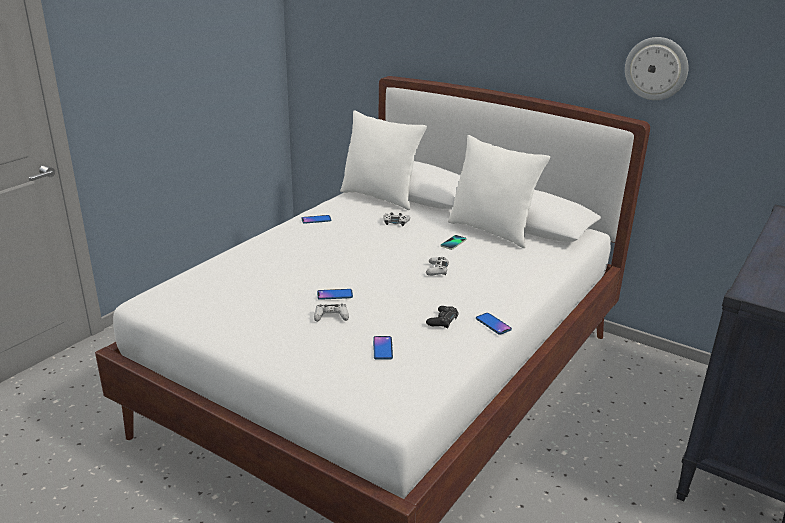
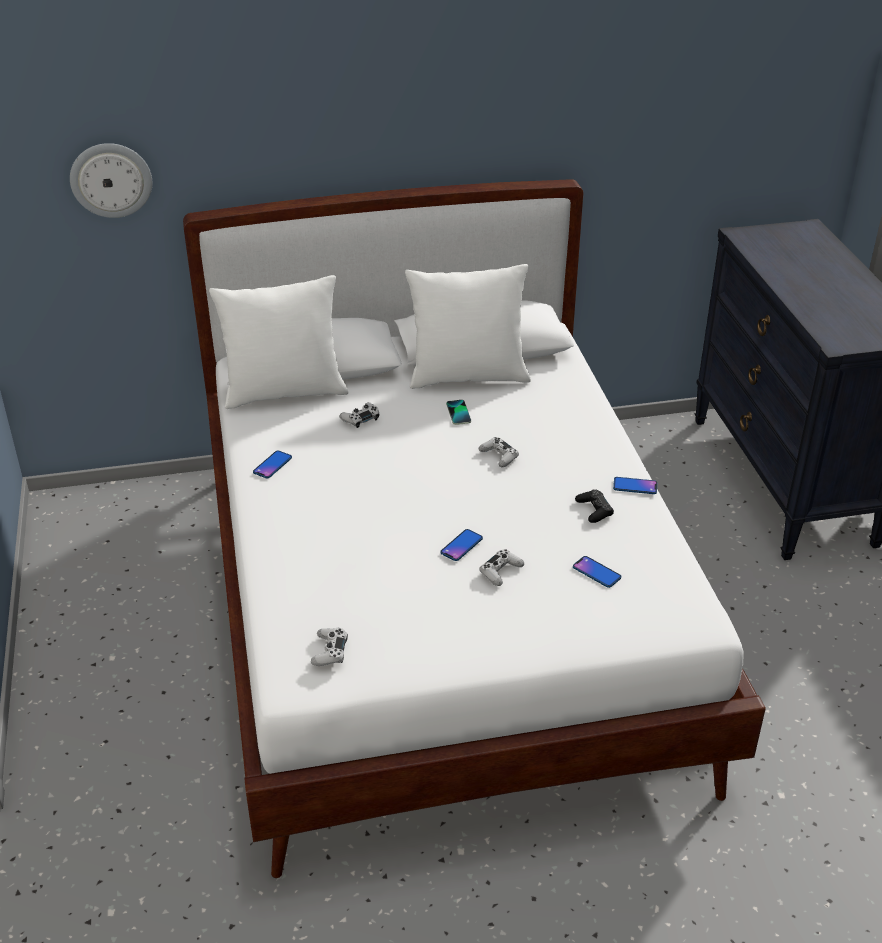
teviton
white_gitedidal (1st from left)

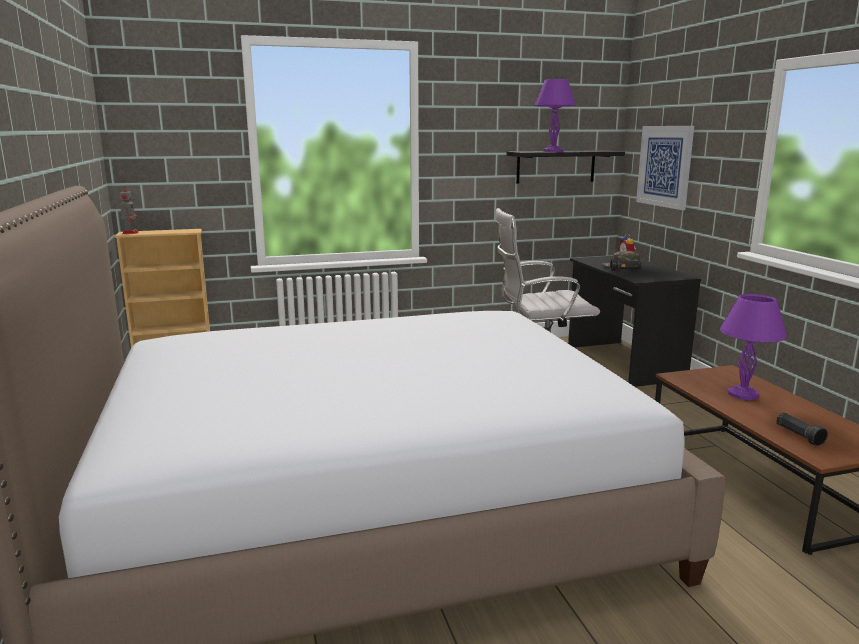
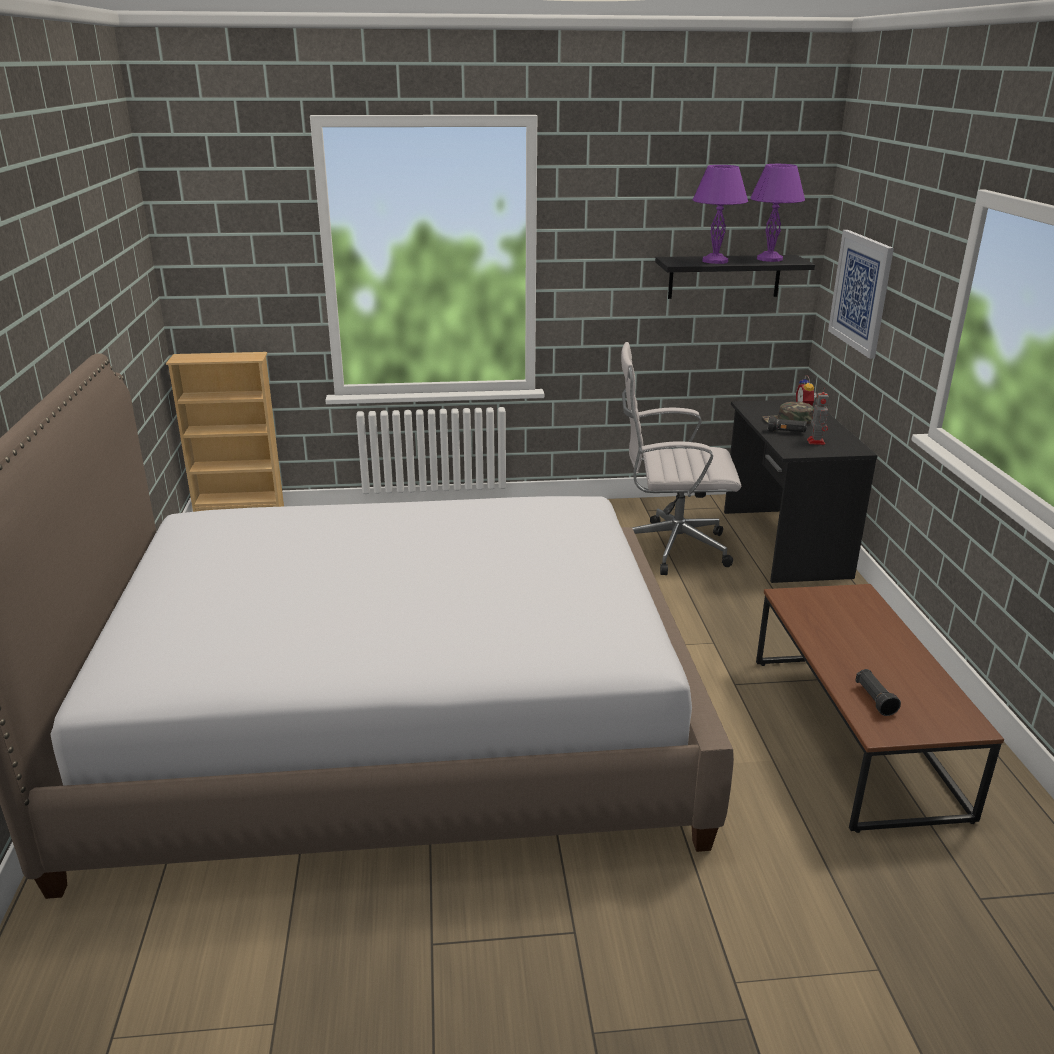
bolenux
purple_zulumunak (2nd from left)

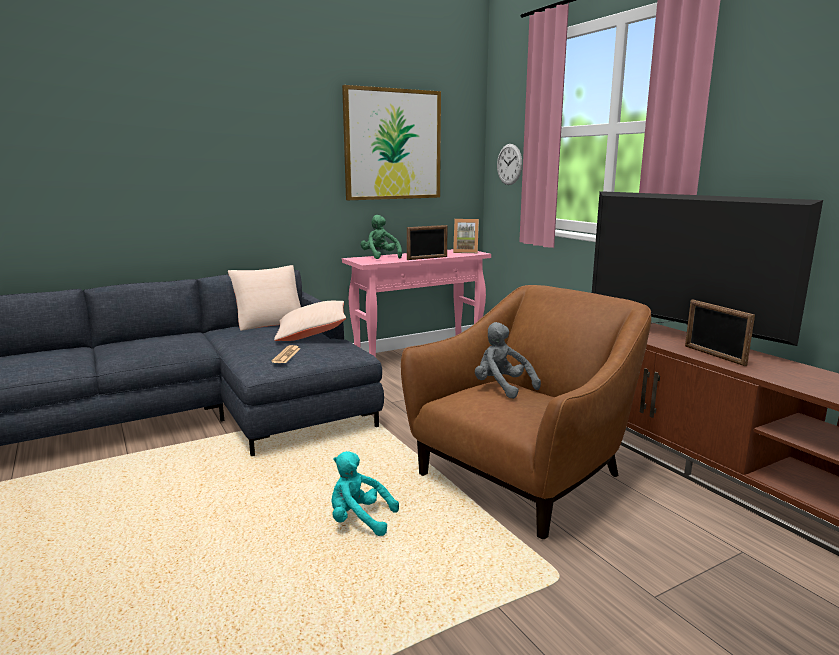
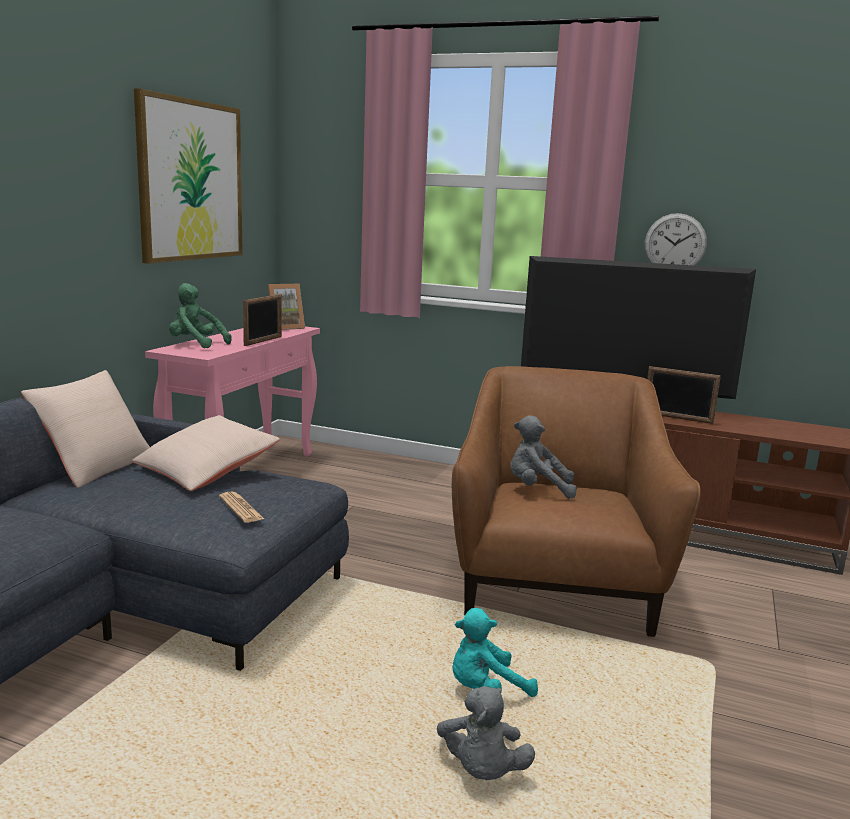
teviton
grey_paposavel (1st from left)

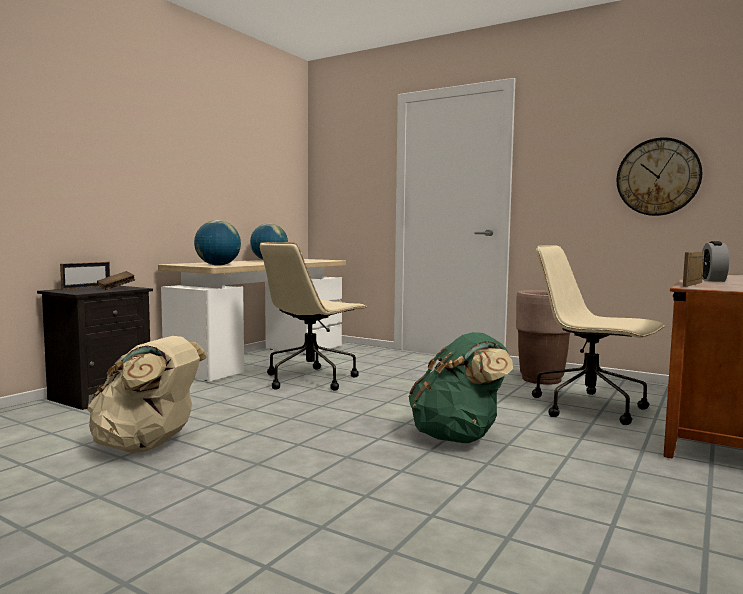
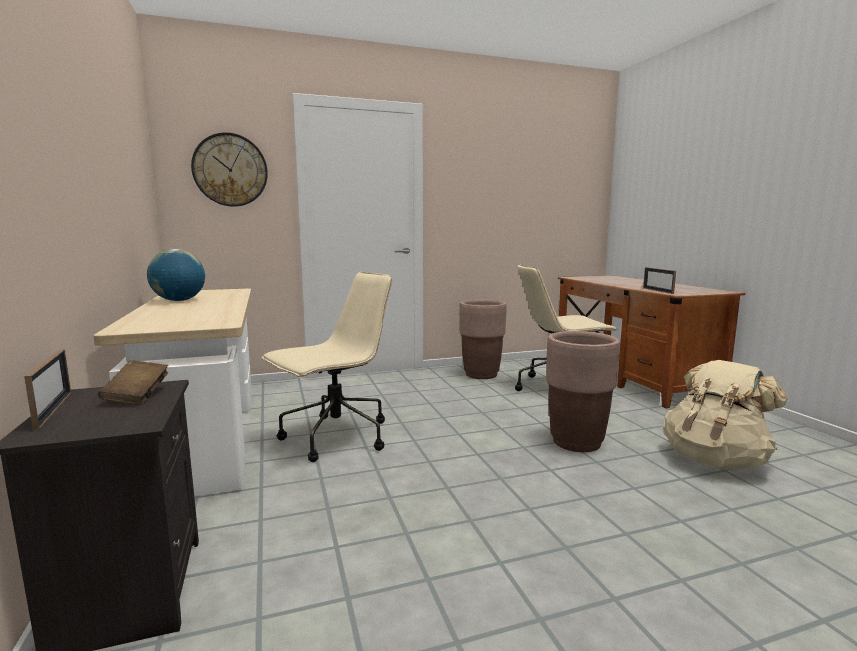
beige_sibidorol
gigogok (1st from left in the first image)
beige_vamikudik (1st from left)
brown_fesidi (2nd from left)
teviton
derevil

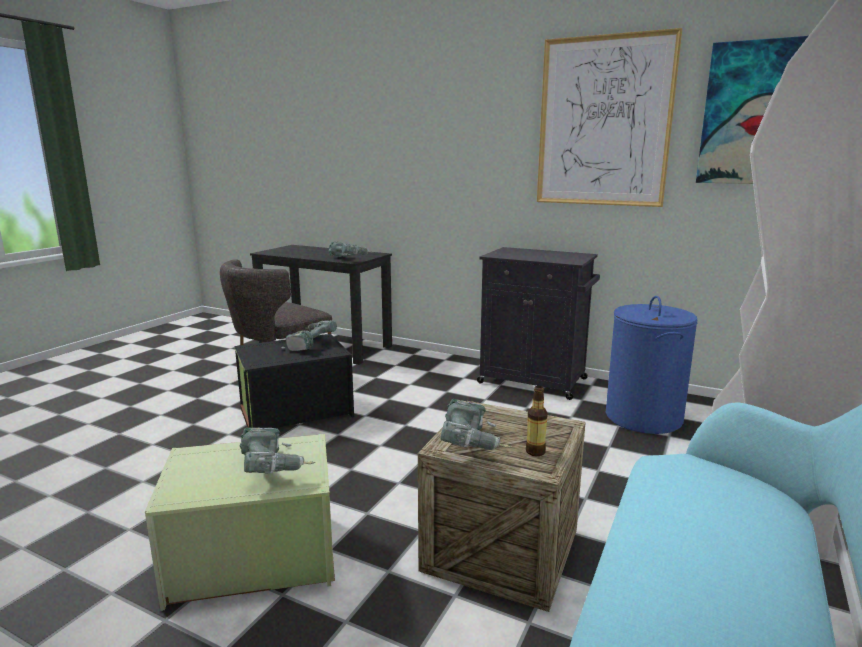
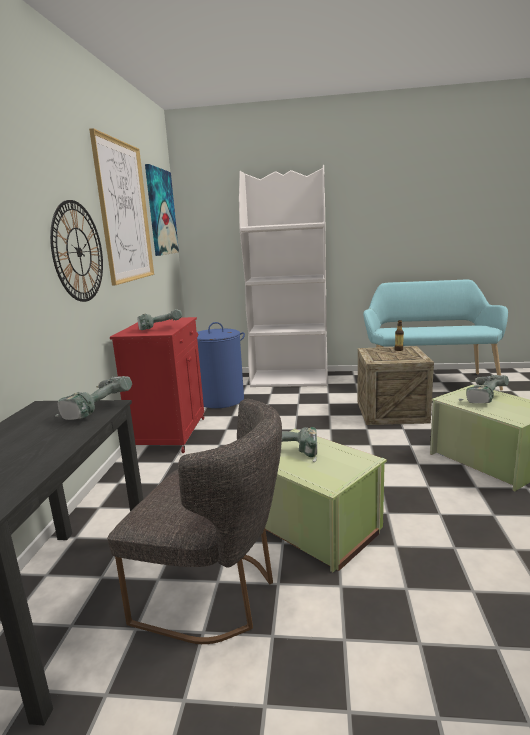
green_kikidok (1st from left)
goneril (2nd from left)
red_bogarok
teviton

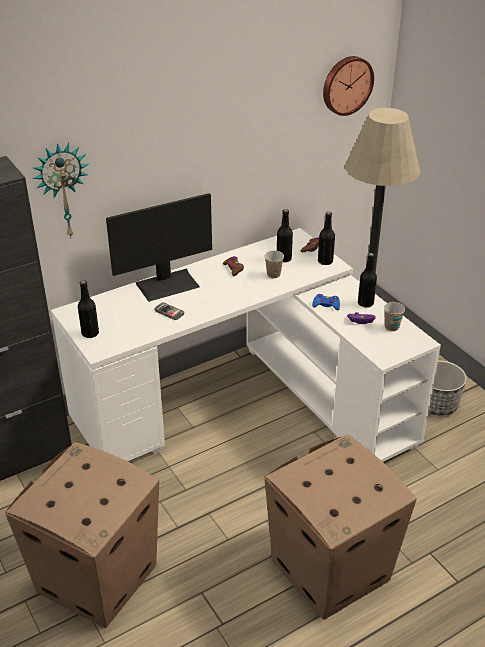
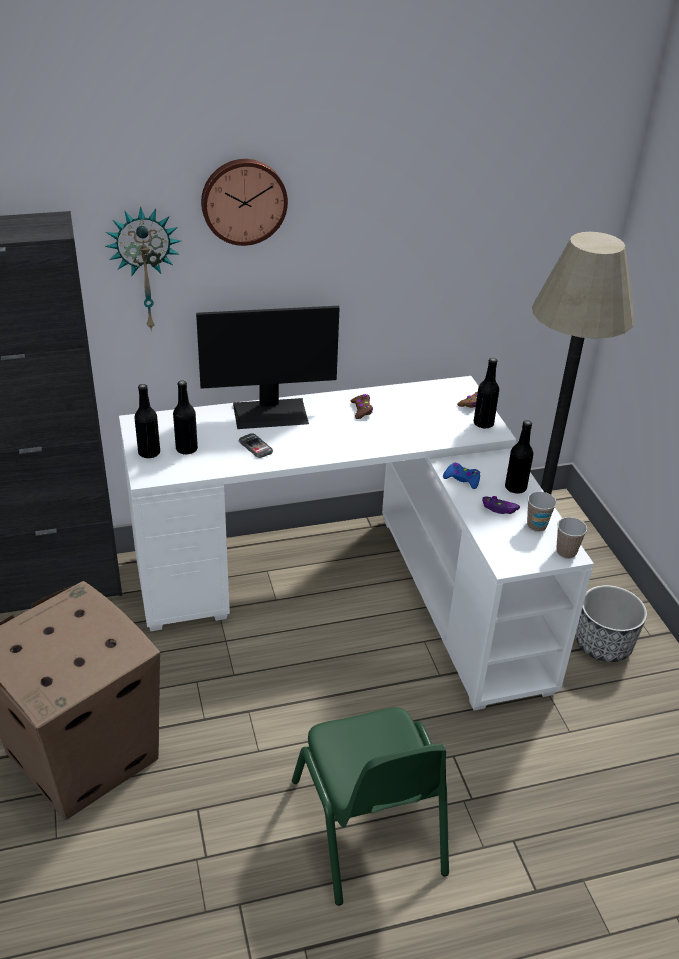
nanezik (2nd from left)
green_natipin
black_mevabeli (2nd from left)
teviton (2nd from left)

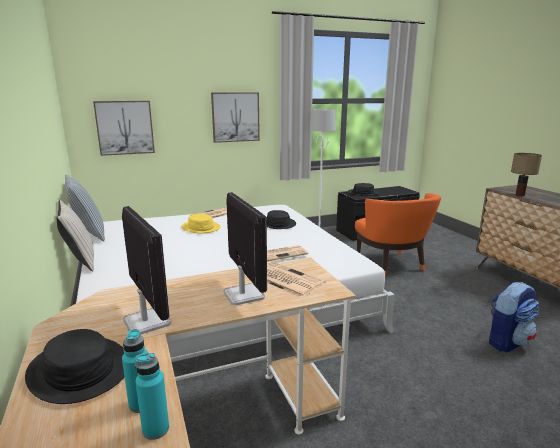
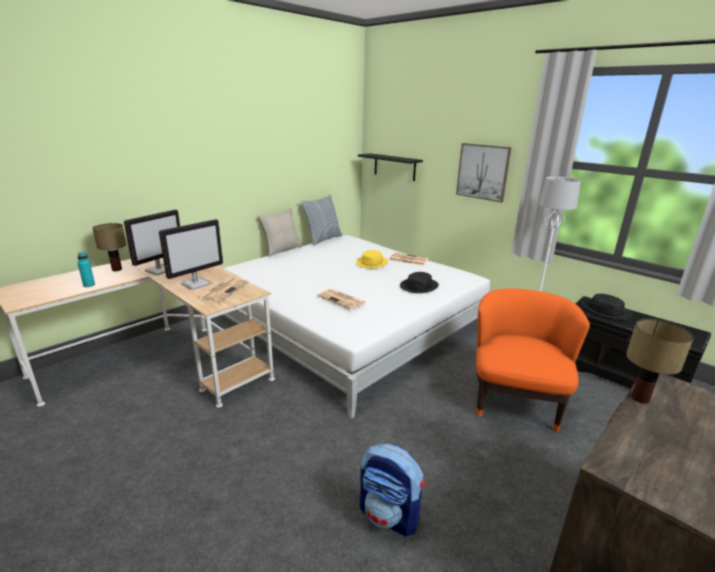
zulumunak (1st from left)
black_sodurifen
turquoise_mevabeli (2nd from left in the first image)
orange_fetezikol

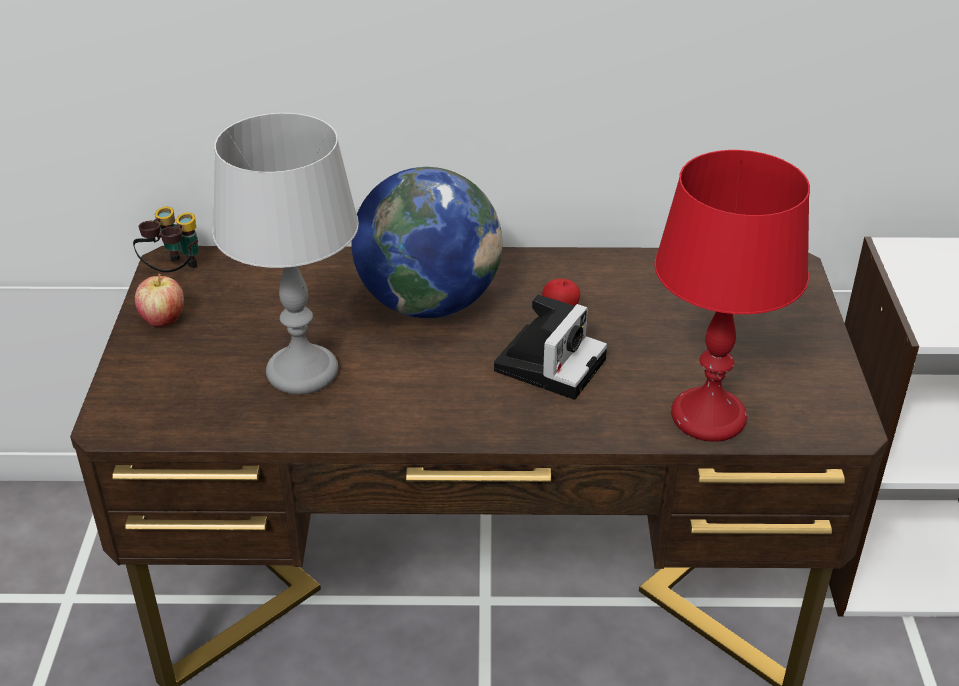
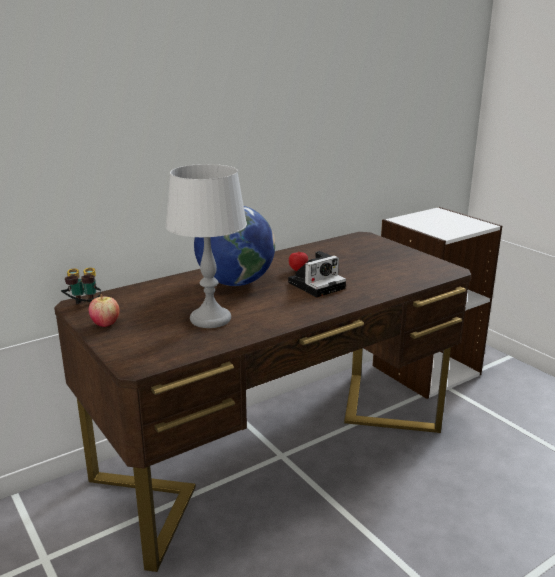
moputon
red_zulumunak

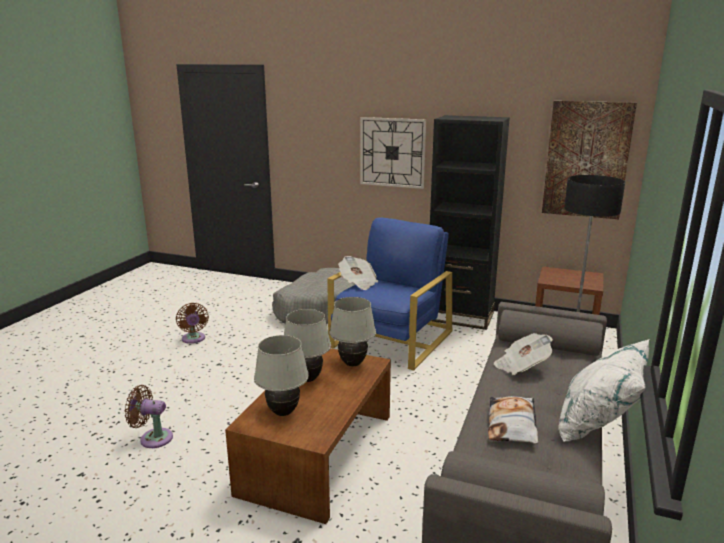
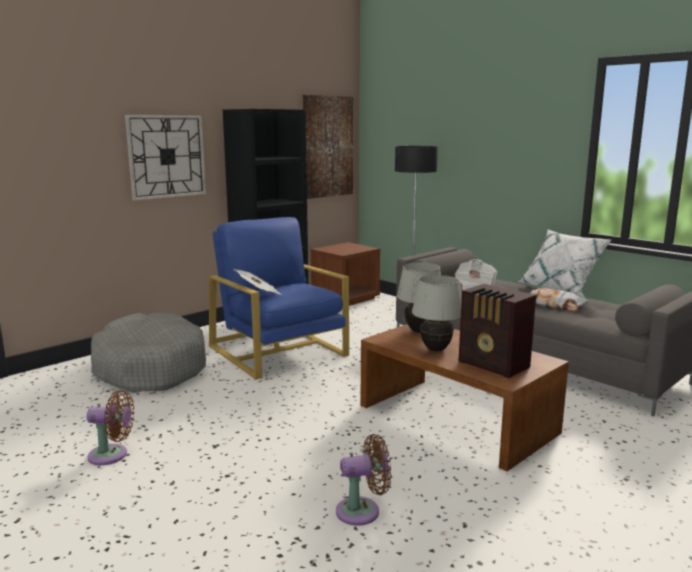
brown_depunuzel (2nd from left)
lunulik

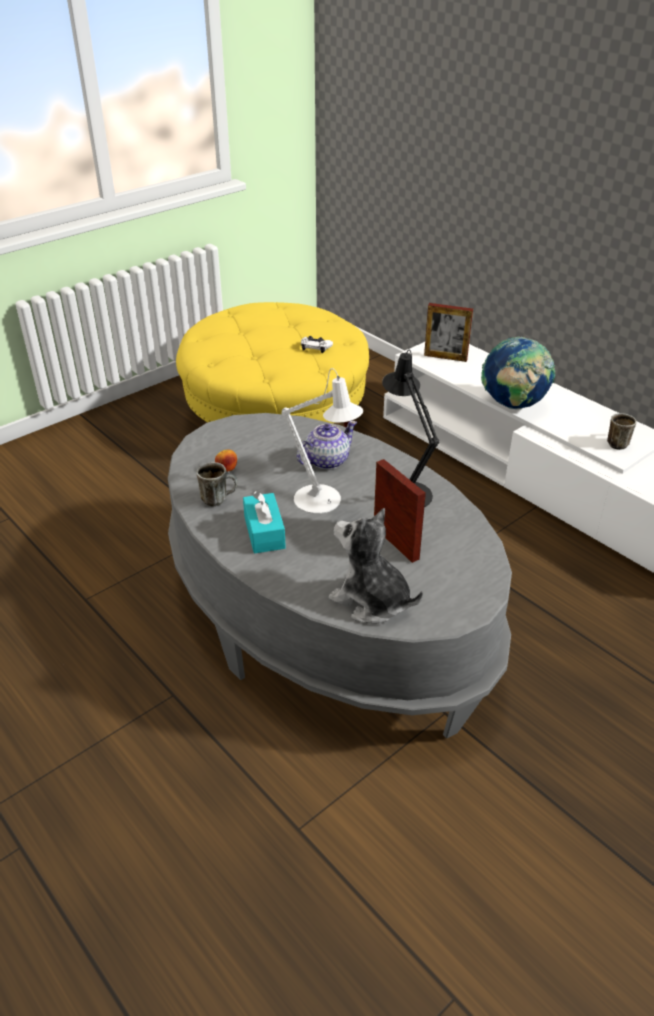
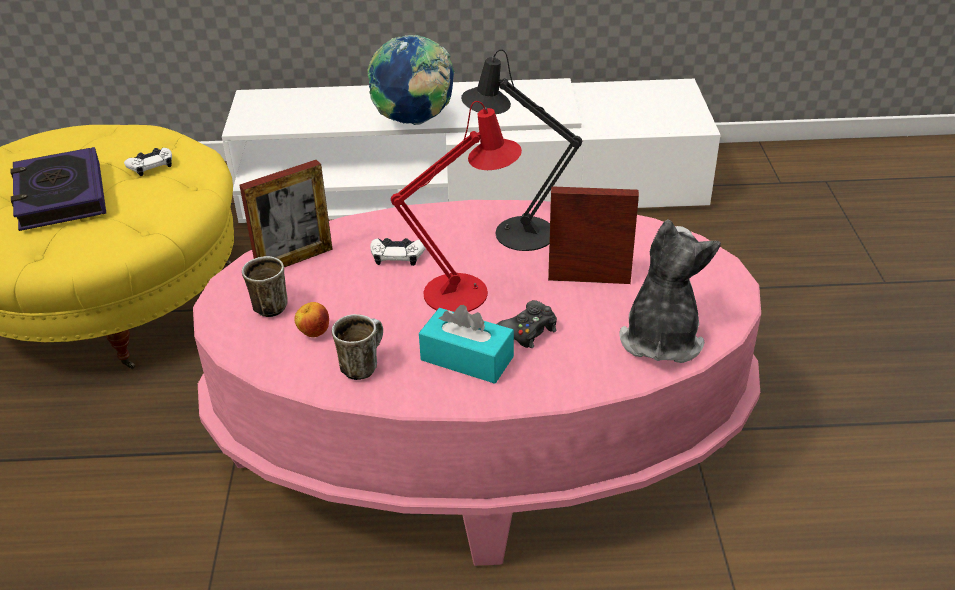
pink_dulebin
red_zulumunak
white_gitedidal (2nd from left)
paposavel
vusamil (1st from left)
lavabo (1st from left)
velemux
black_gitedidal

